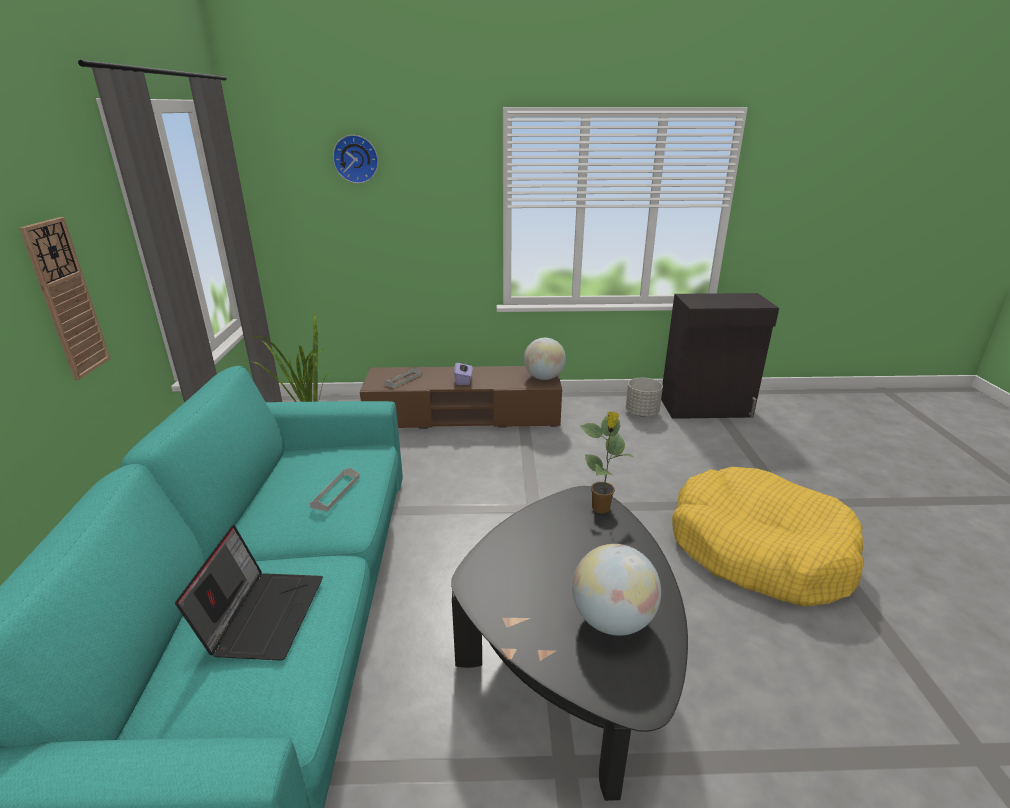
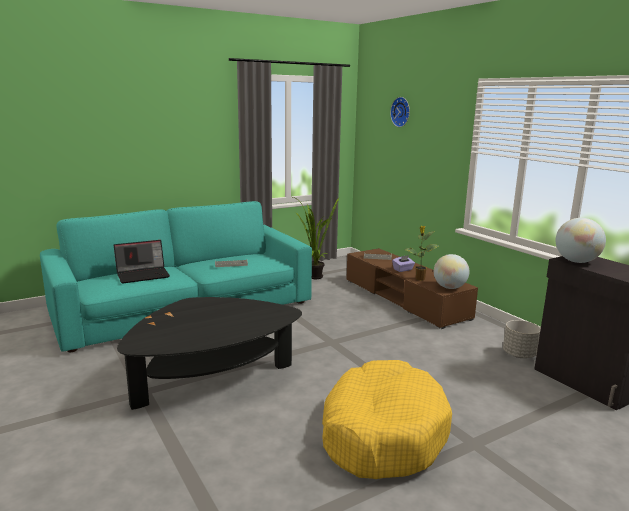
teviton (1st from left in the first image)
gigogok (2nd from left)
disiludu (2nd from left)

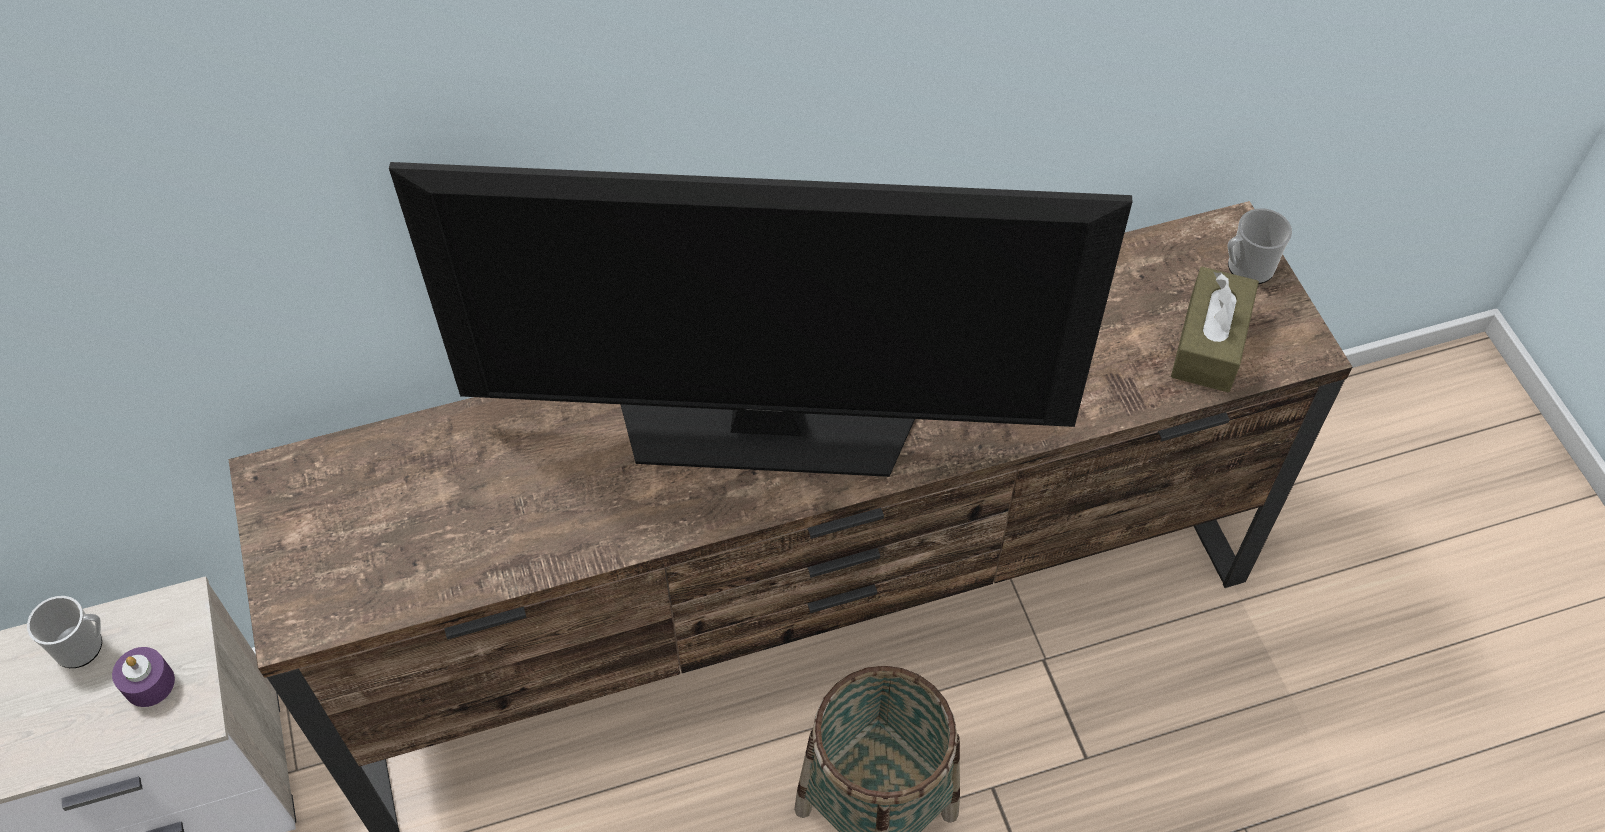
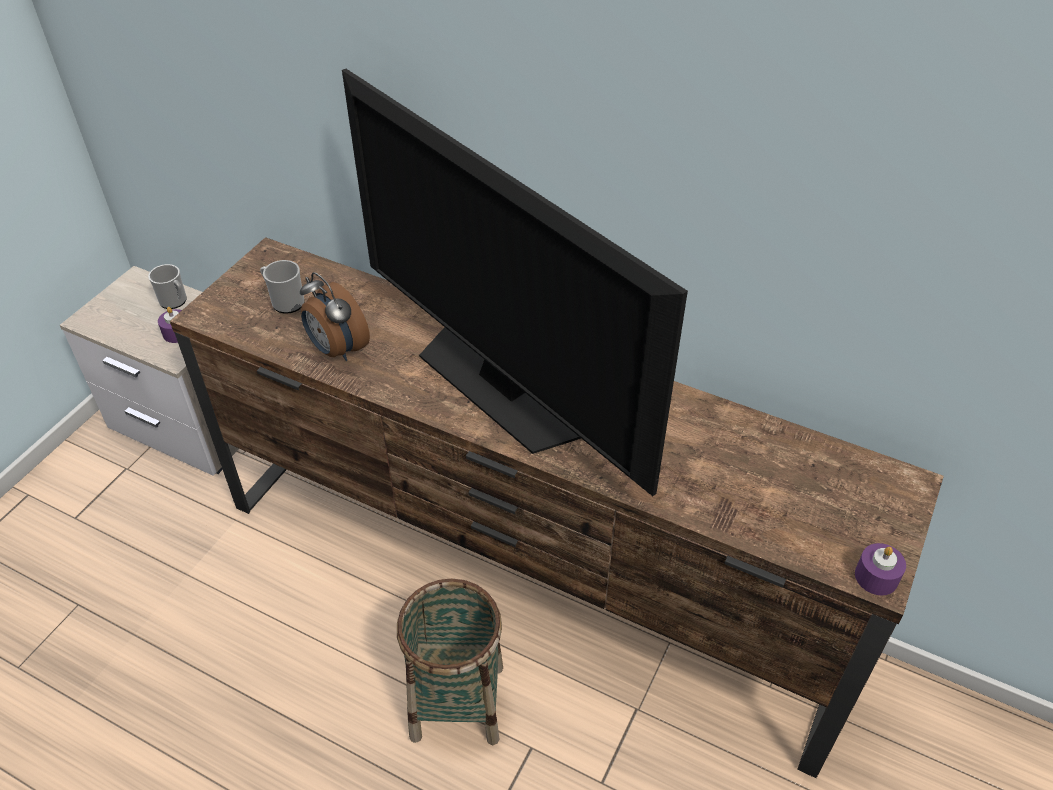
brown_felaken
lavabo (2nd from left)
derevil
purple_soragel (2nd from left)

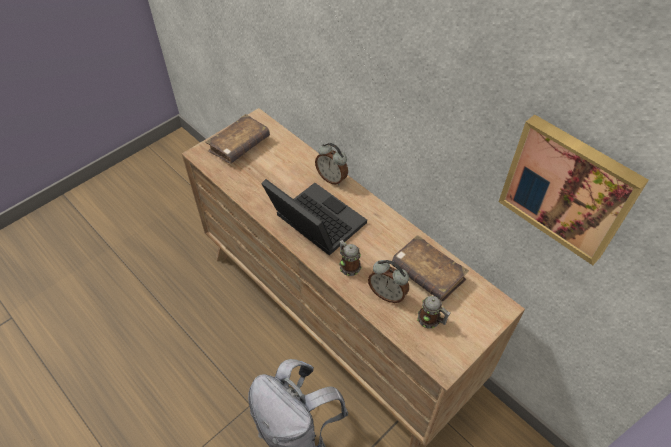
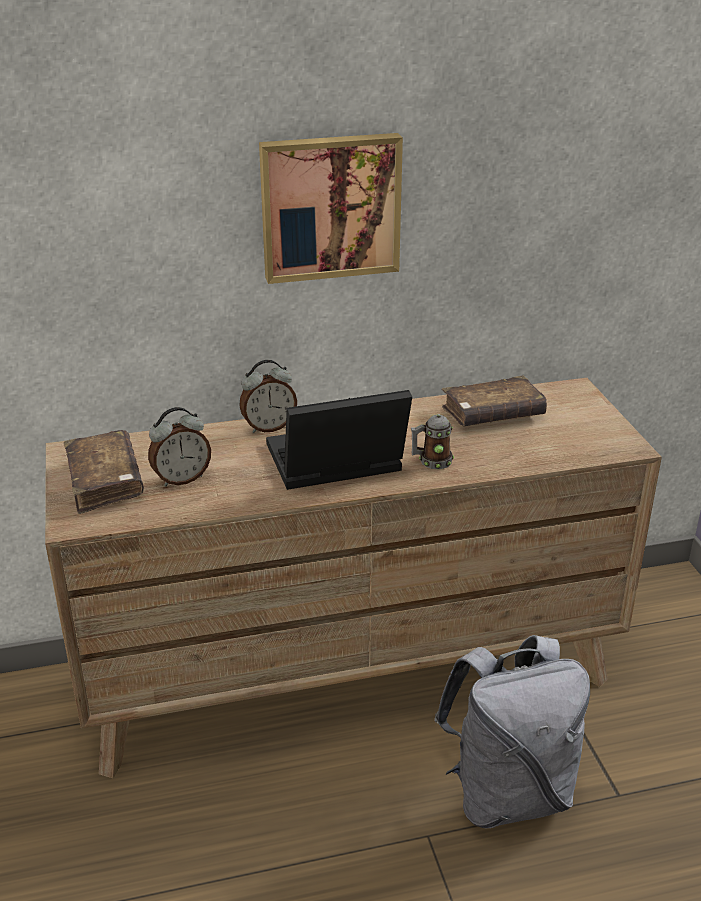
derevil (1st from left)
lavabo (2nd from left in the first image)
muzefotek

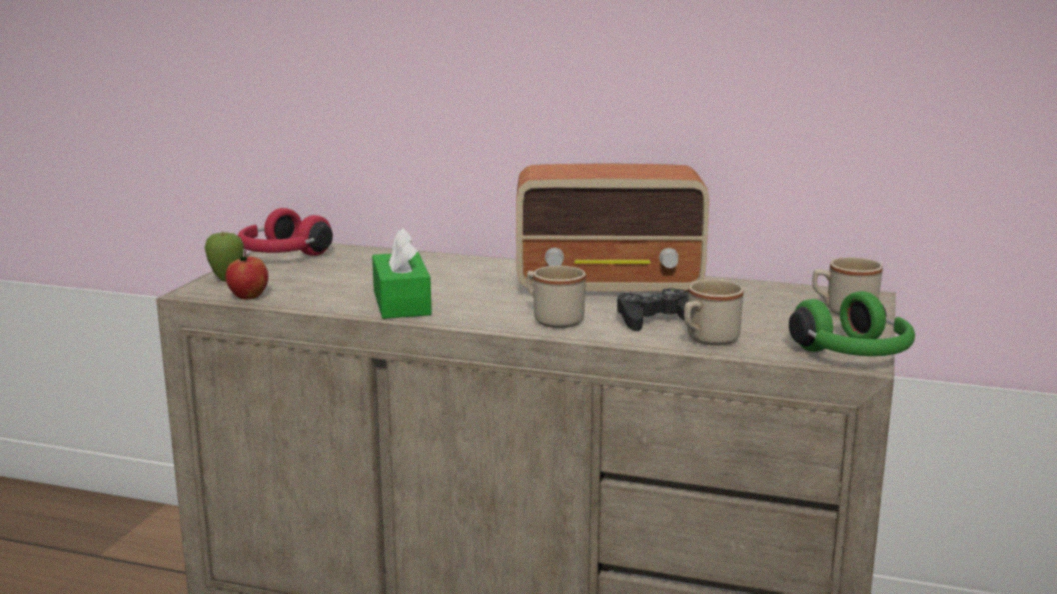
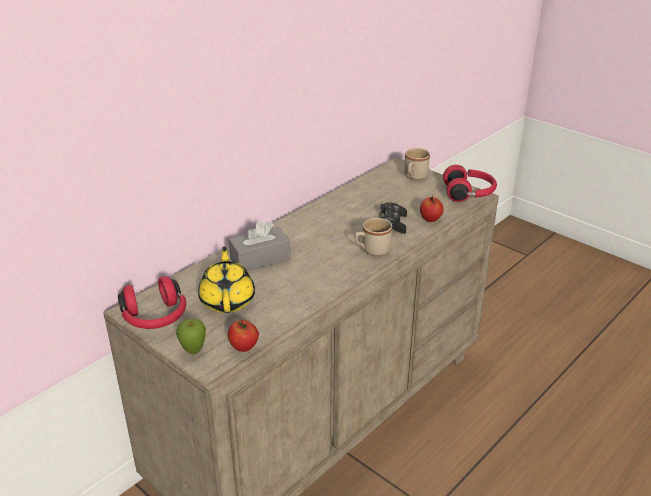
green_felaken
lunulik
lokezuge (3rd from left)
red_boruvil (2nd from left)
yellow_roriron
grey_felaken

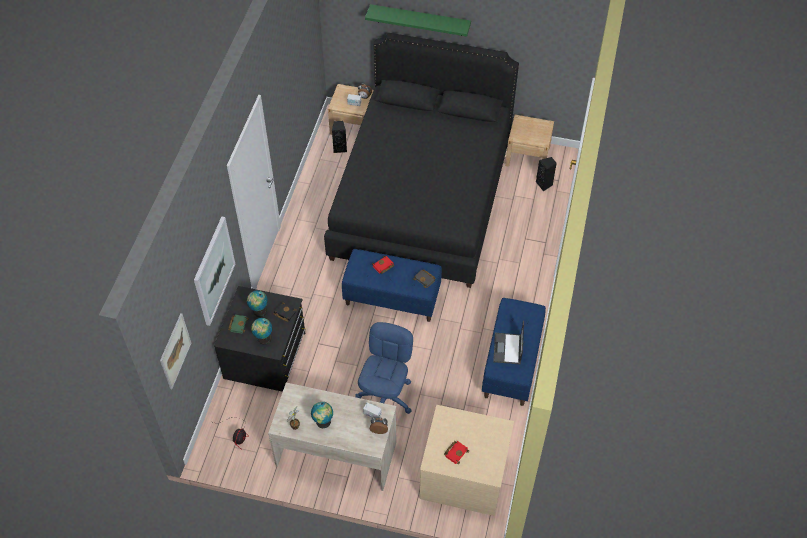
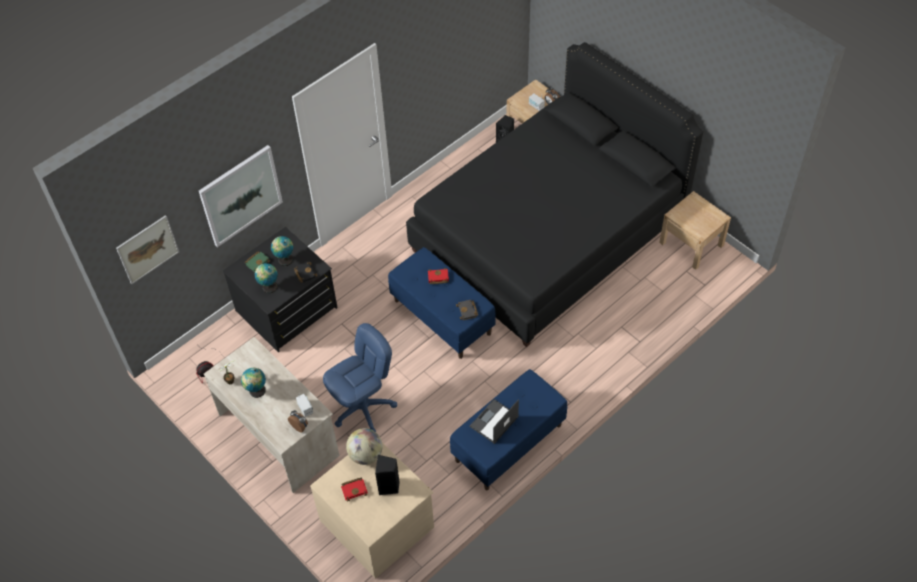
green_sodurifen
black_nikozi (1st from left)
gigogok (4th from left)

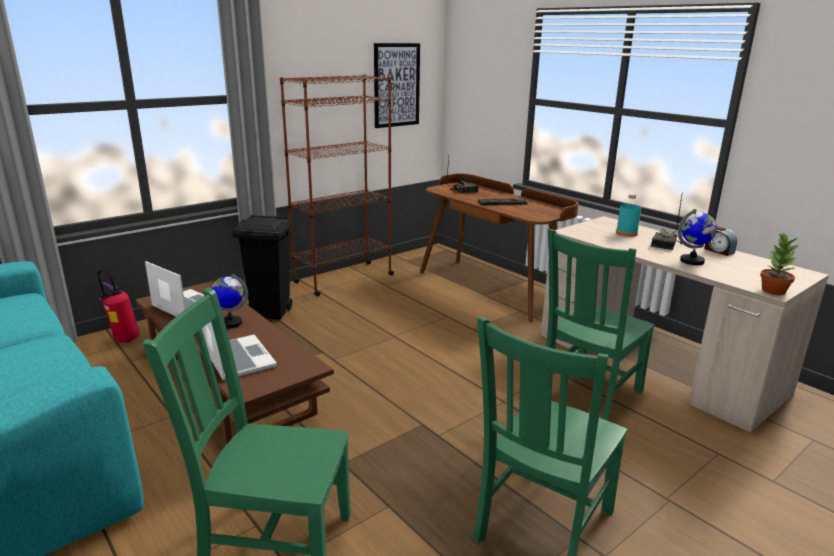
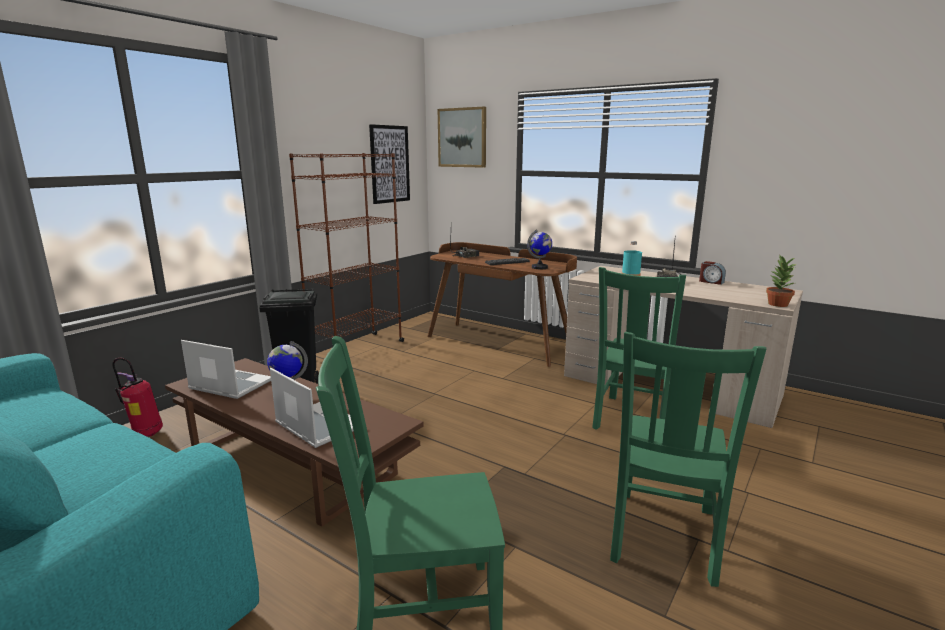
gigogok (2nd from left)
muzefotek (2nd from left)

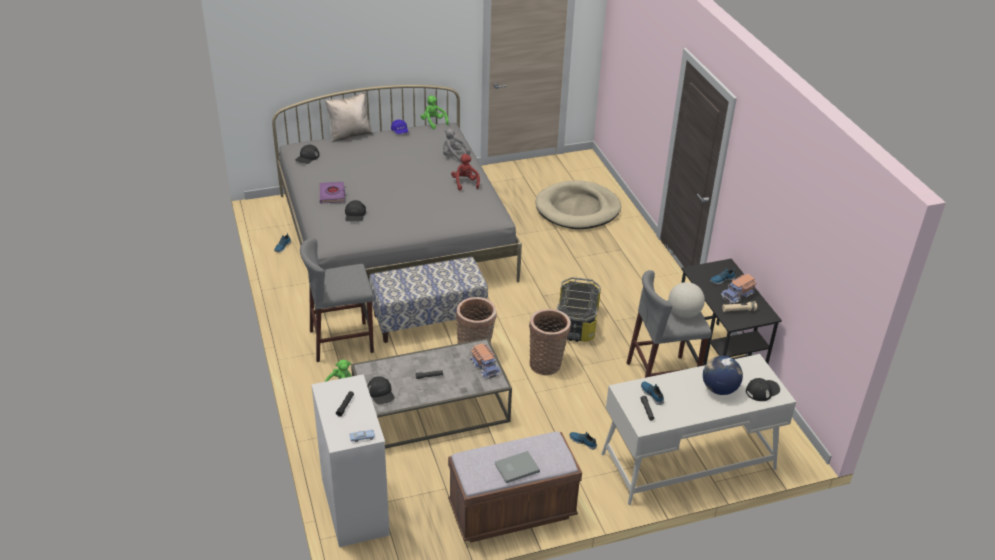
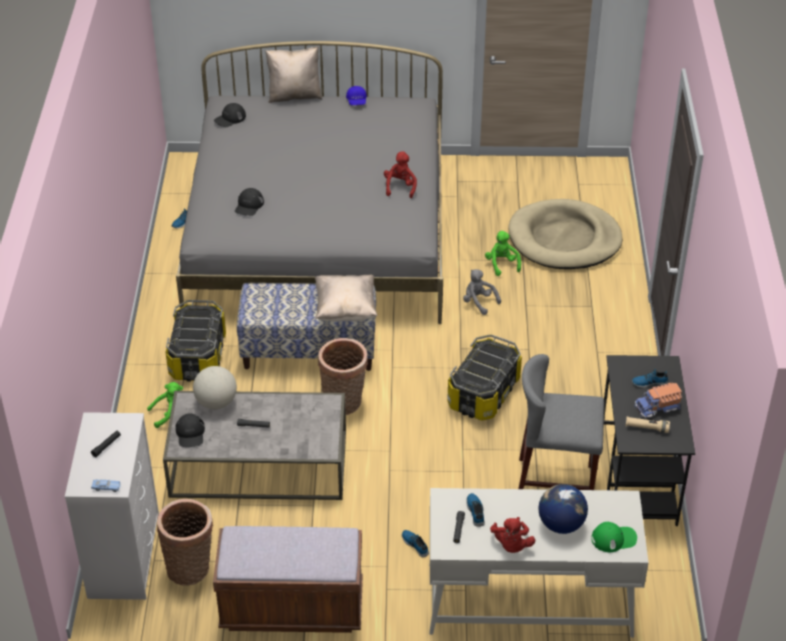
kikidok (1st from left)
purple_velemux
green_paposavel (2nd from left)
grey_paposavel
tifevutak (1st from left in the first image)
grey_velemux
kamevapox (1st from left)
gigogok (1st from left)
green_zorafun
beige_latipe (2nd from left)
red_paposavel (2nd from left)

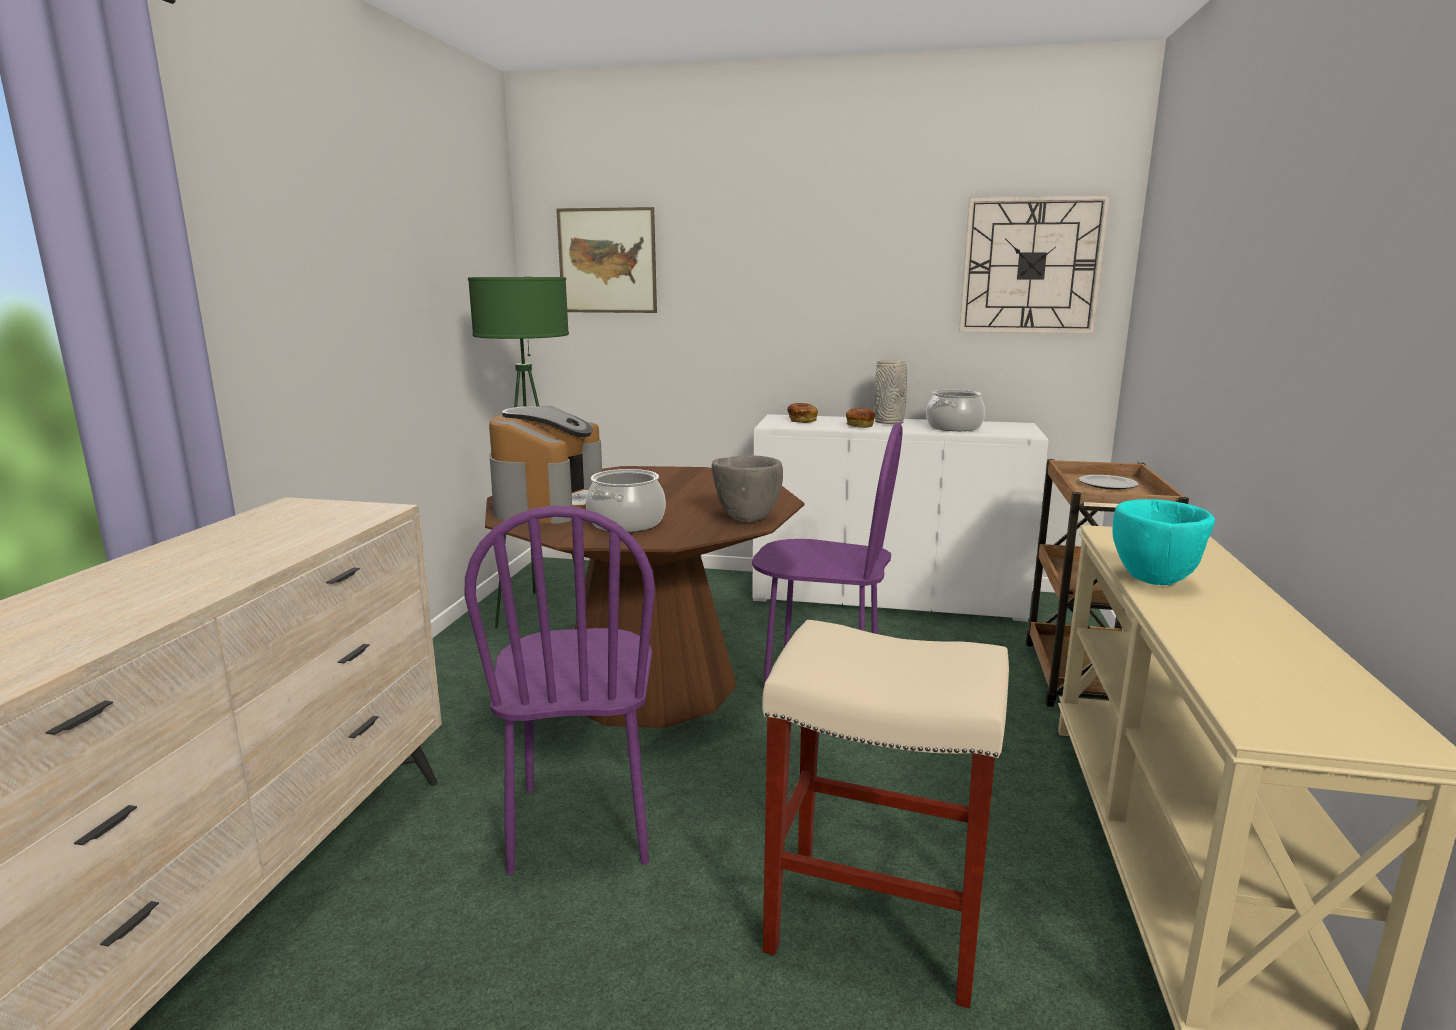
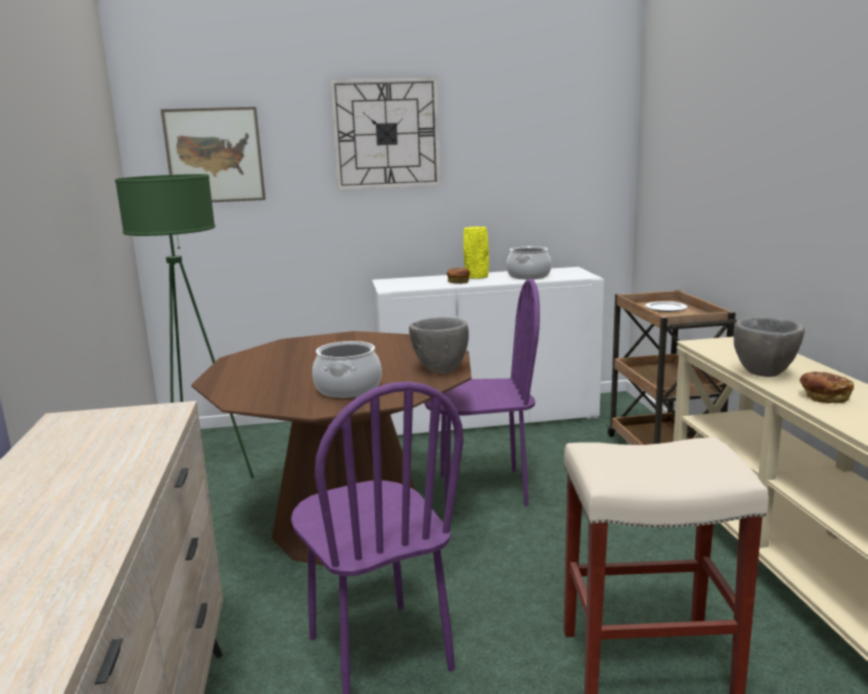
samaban
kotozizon (2nd from left)
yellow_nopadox
teviton
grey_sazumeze (2nd from left)

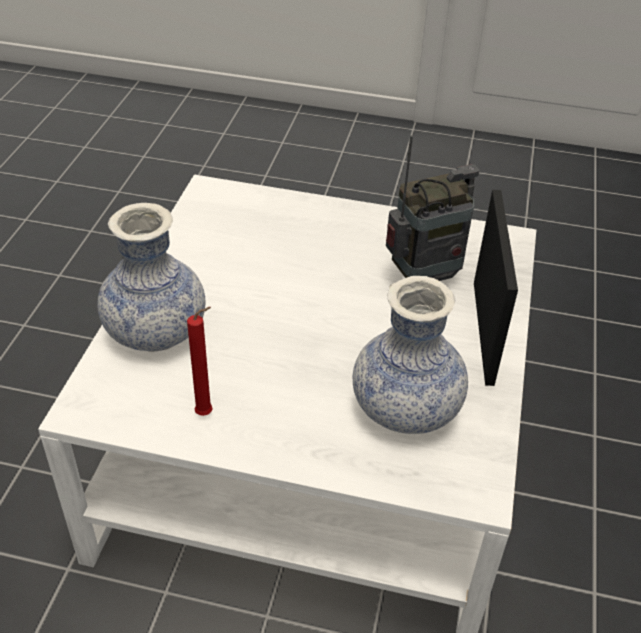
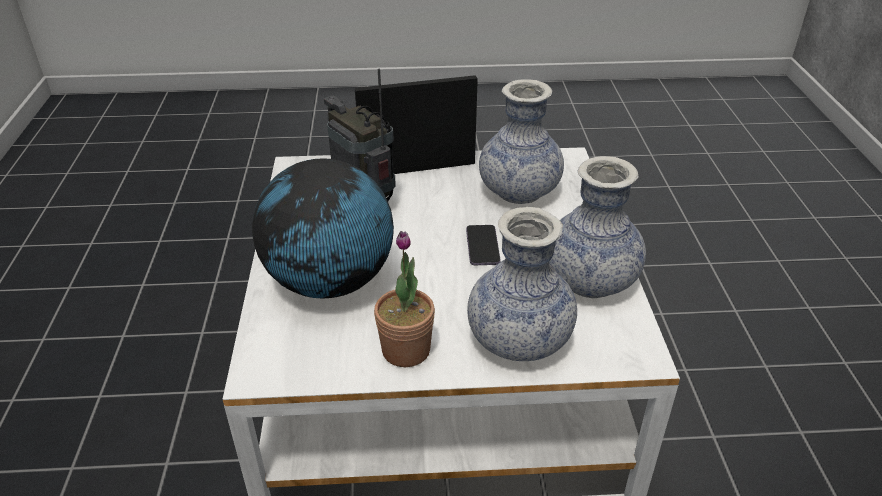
nopadox (3rd from left)
gigogok
disiludu
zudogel

